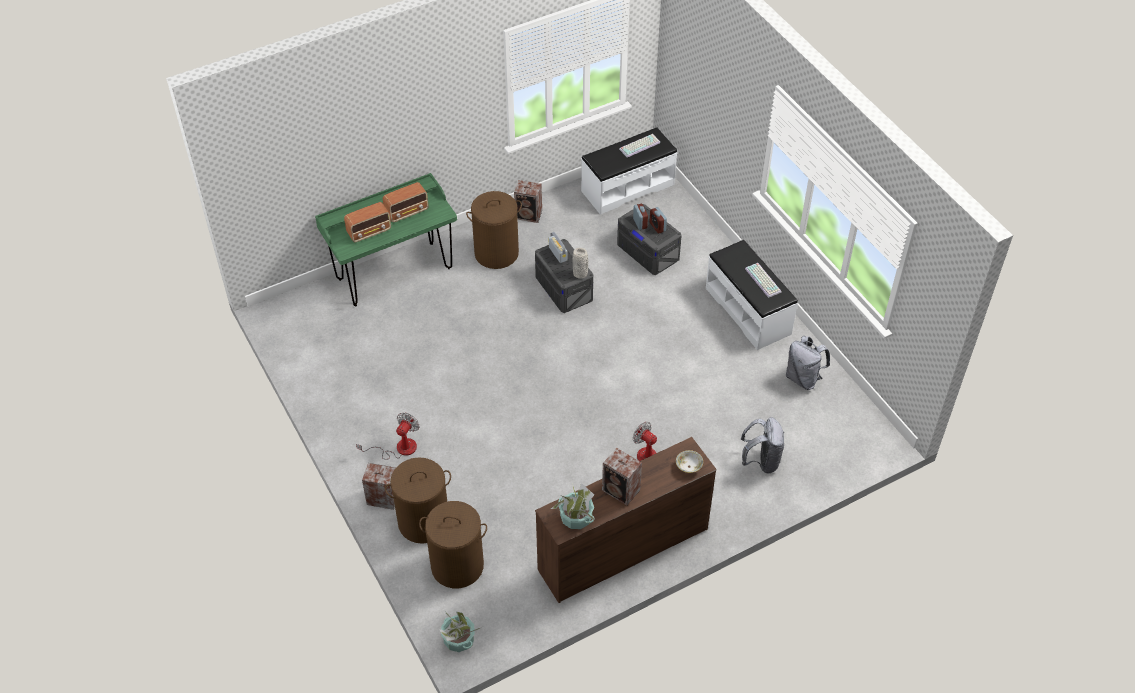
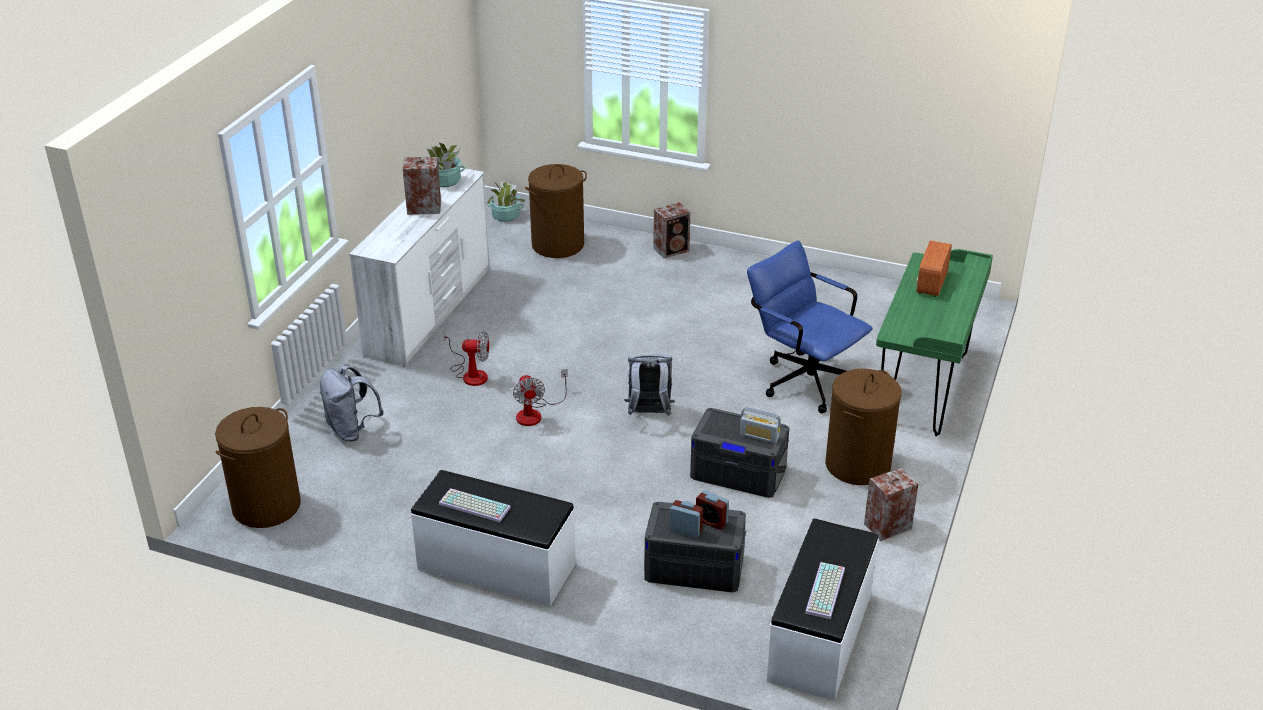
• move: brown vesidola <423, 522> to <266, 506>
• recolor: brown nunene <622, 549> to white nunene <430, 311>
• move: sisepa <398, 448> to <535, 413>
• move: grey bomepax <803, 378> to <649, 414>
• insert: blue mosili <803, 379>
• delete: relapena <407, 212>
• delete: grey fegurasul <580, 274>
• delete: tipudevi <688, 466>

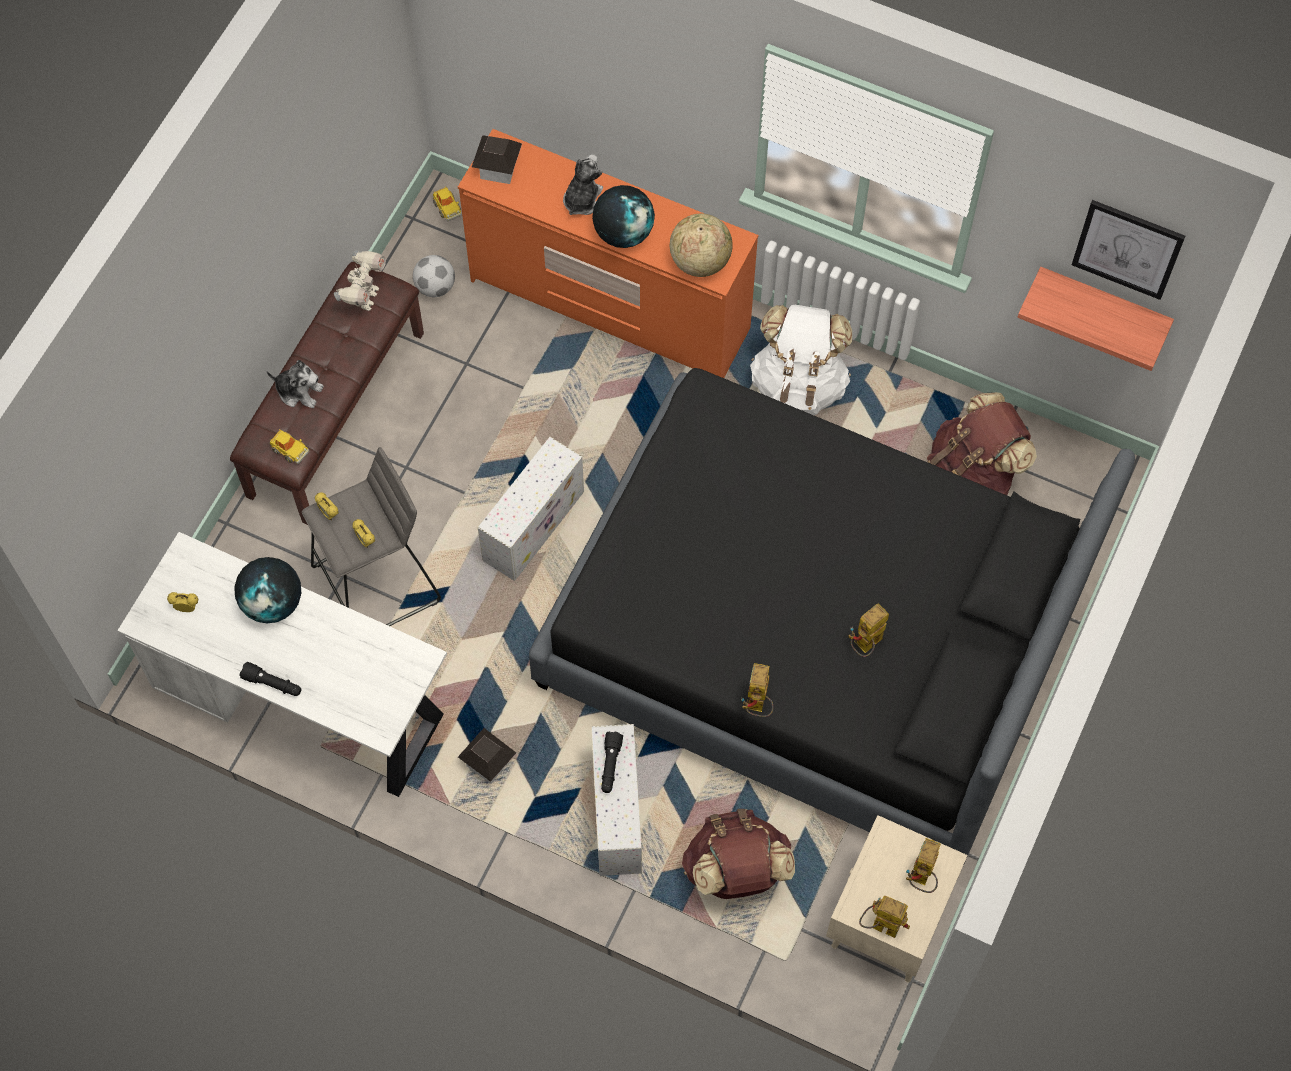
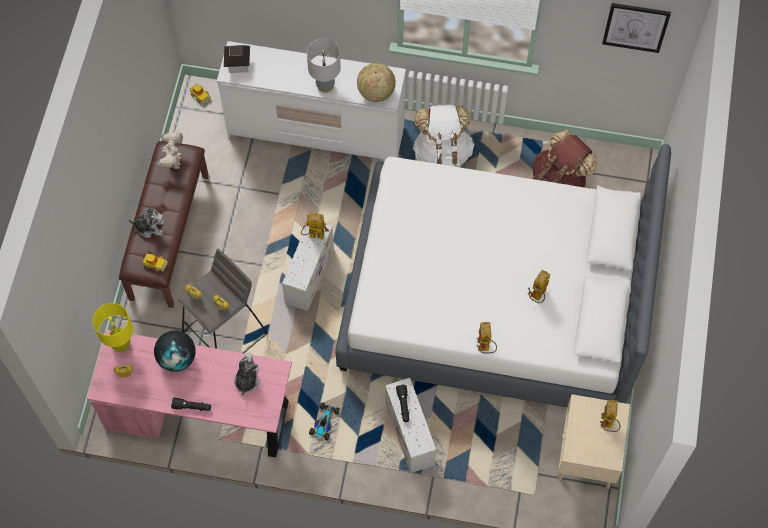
• recolor: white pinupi <303, 702> to pink pinupi <201, 415>
• insert: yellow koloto <121, 344>
• recolor: orange nunene <610, 305> to white nunene <316, 132>
• move: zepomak <582, 199> to <246, 380>
• move: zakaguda <879, 925> to <313, 235>
• replace: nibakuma <623, 233> to grey koloto <325, 86>
• replace: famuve <488, 762> to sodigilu <324, 423>
• recolor: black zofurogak <811, 637> to white zofurogak <493, 301>
• delete: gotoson <435, 287>
• delete: brown bomepax <736, 871>
• delete: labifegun <1102, 305>

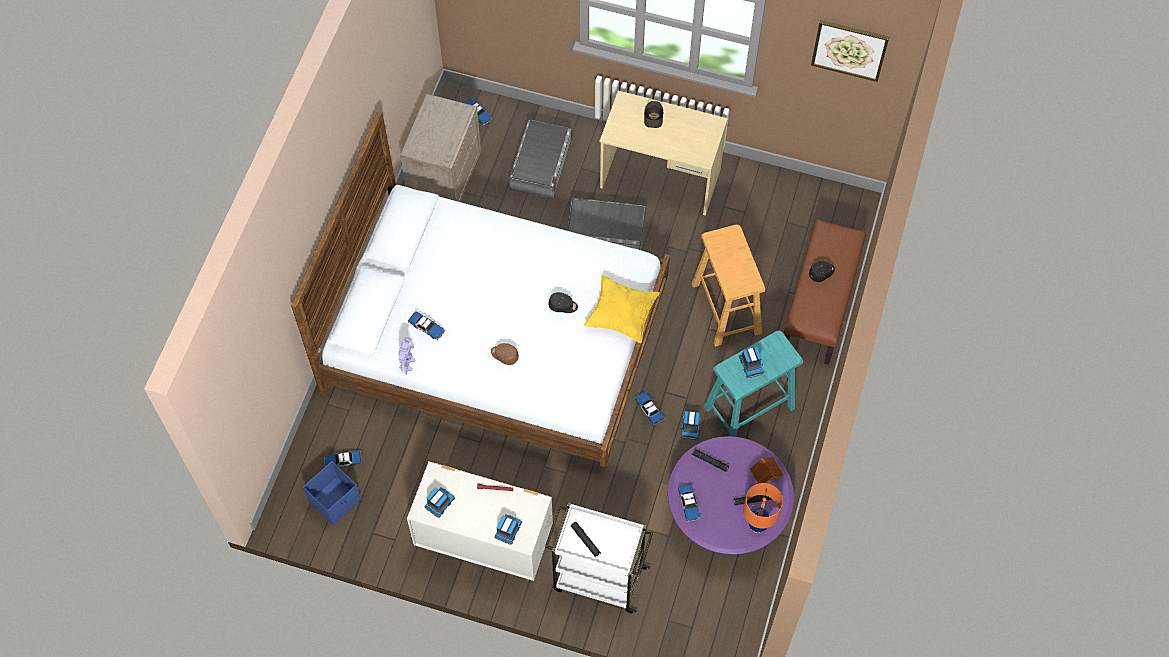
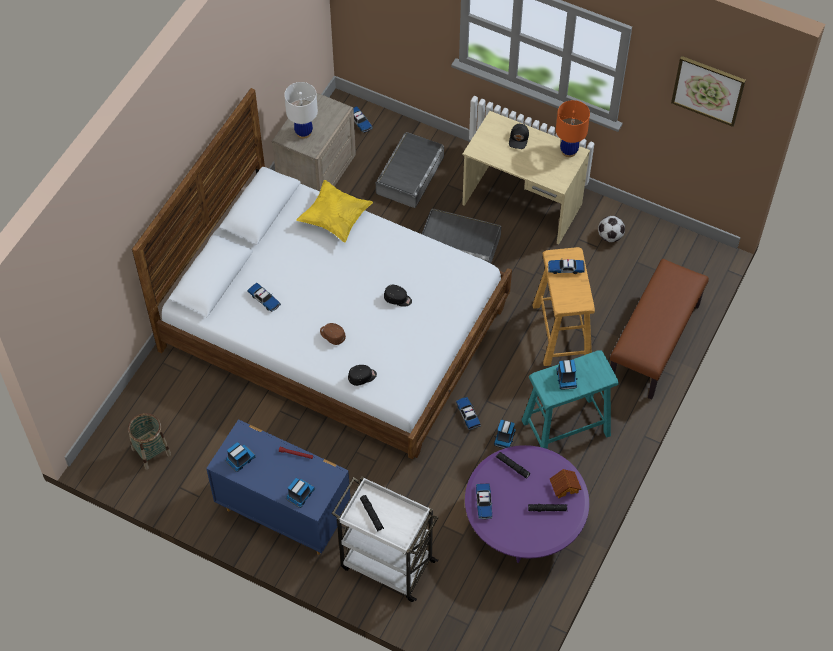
• replace: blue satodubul <335, 500> to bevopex <151, 452>
• recolor: white nunene <484, 543> to blue nunene <283, 513>
• insert: white koloto <304, 132>
• move: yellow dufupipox <621, 315> to <335, 218>
• move: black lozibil <822, 273> to <362, 377>
• move: sodigilu <343, 461> to <565, 268>
• move: orange koloto <757, 525> to <568, 151>
• insert: gotoson <610, 236>
• delete: zakaguda <407, 363>

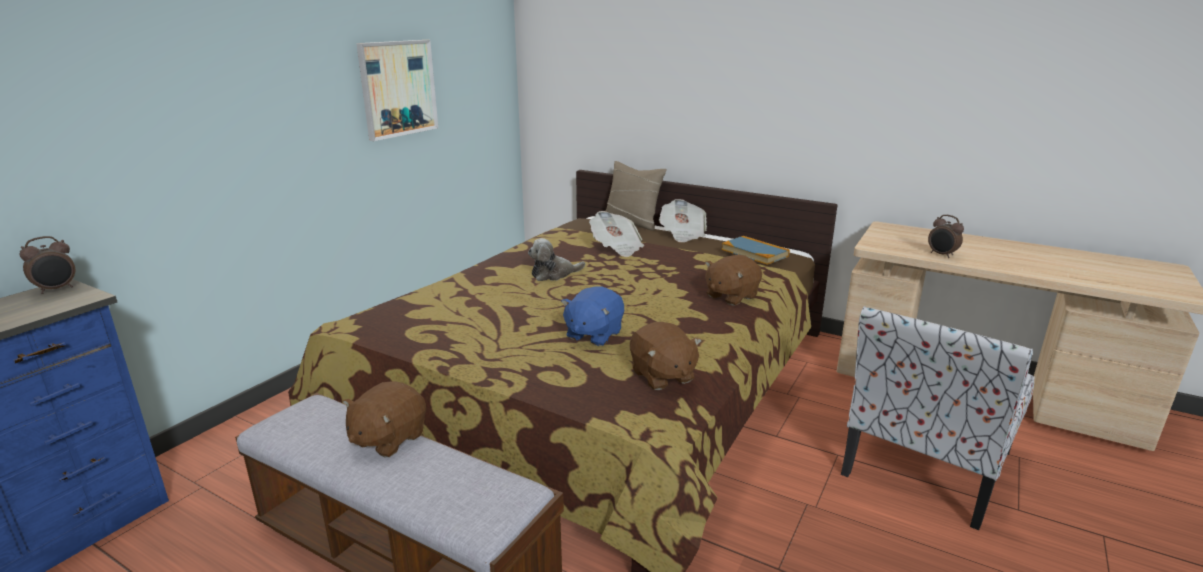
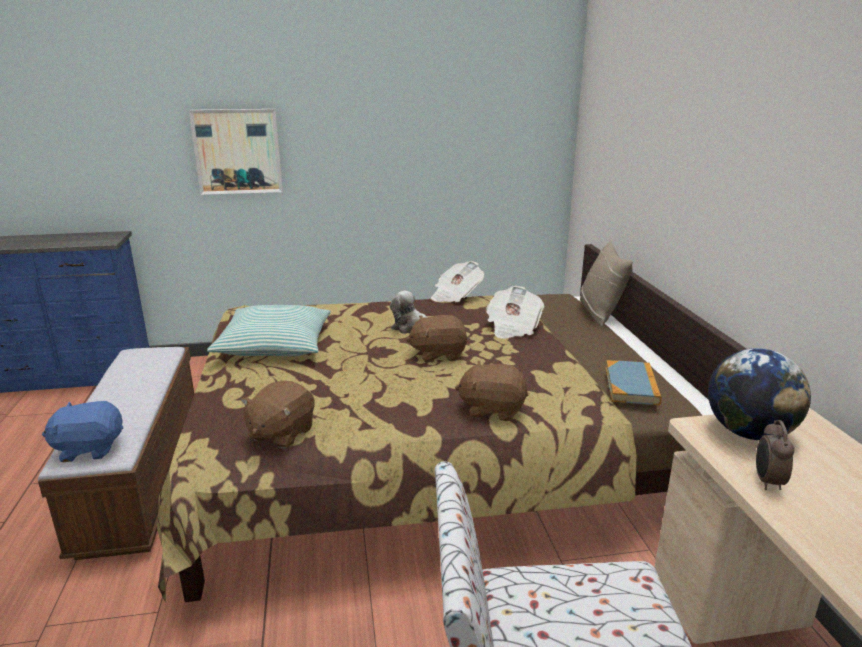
• move: blue zepomak <593, 334> to <89, 449>
• move: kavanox <398, 88> to <238, 151>
• insert: dufupipox <275, 344>
• move: brown zepomak <388, 439> to <438, 354>
• move: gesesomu <682, 234> to <456, 296>
• insert: nibakuma <749, 433>
• delete: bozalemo <57, 289>

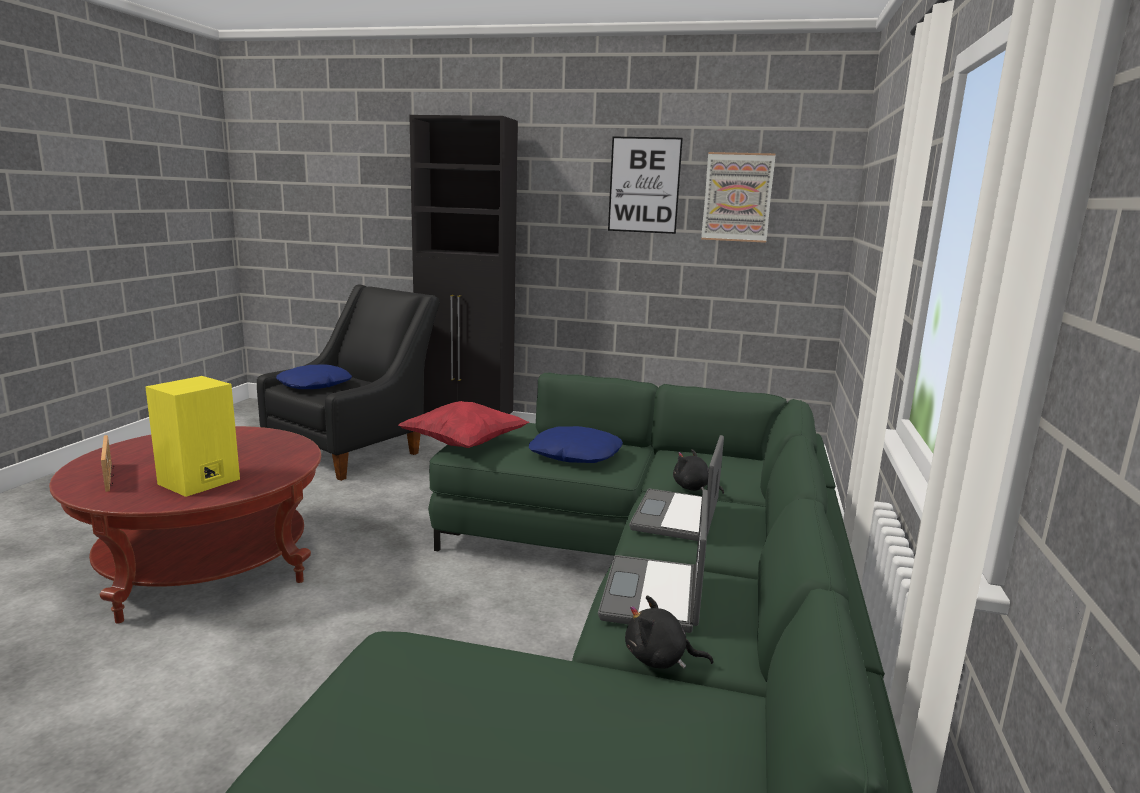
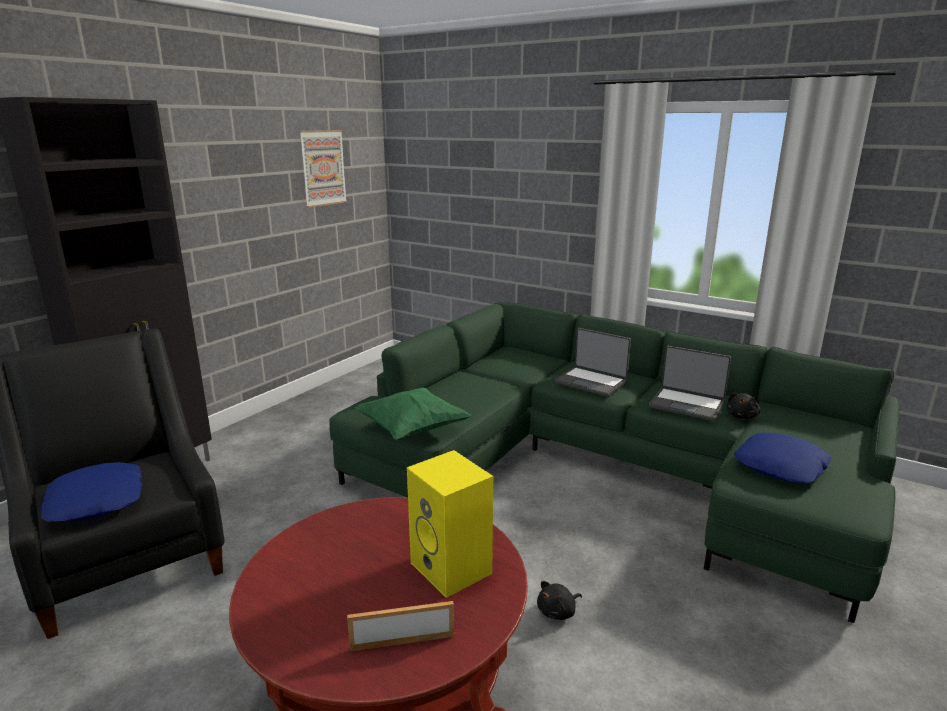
• recolor: red dufupipox <465, 444> to green dufupipox <412, 429>
• move: black zepomak <693, 488> to <558, 612>
• move: blue dufupipox <575, 455> to <781, 466>
• delete: kavanox <644, 185>

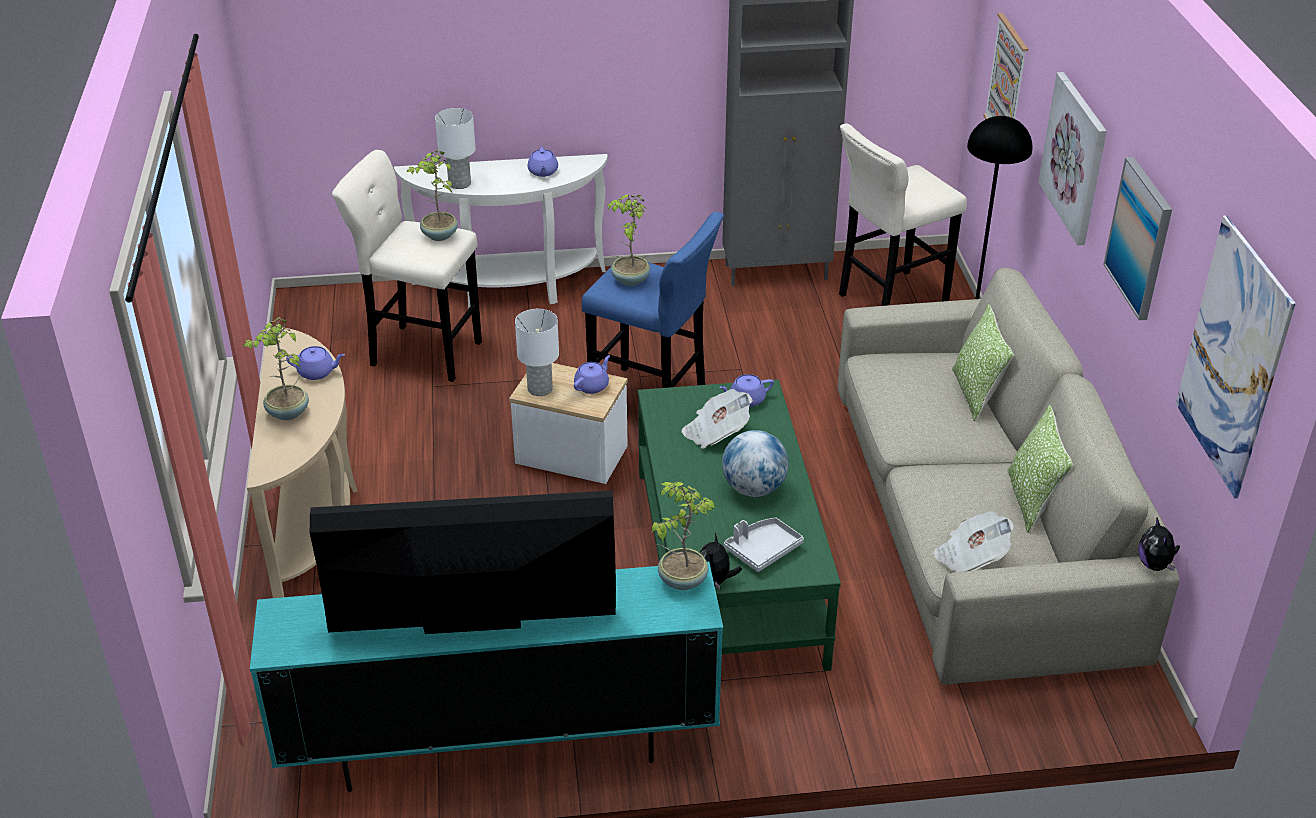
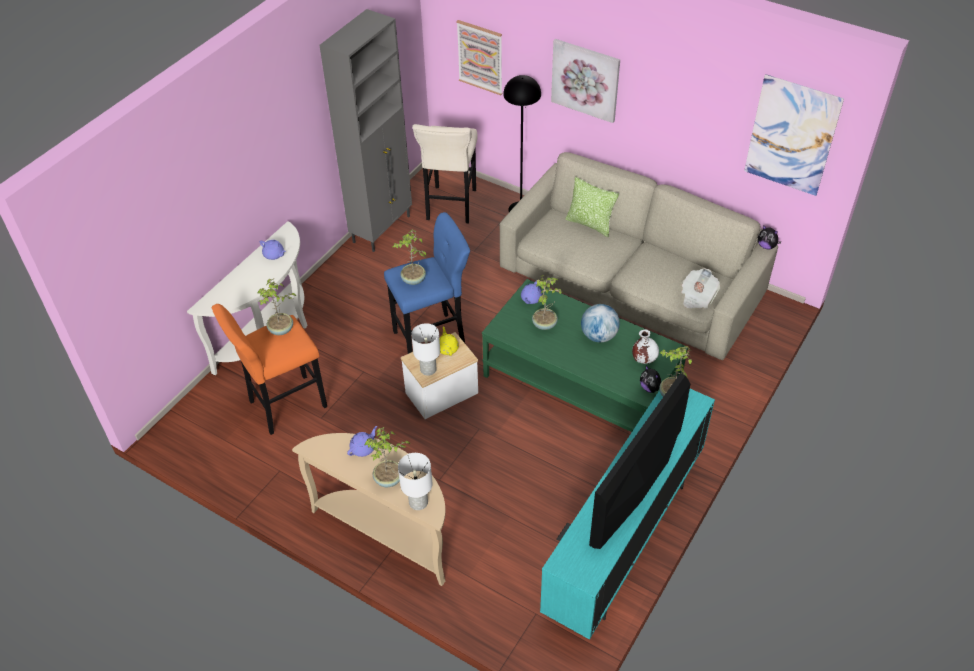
• recolor: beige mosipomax <421, 352> to orange mosipomax <284, 406>
• move: white koloto <459, 183> to <418, 503>
• recolor: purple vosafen <592, 386> to yellow vosafen <447, 348>
• replace: gesesomu <716, 433> to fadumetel <545, 324>
• replace: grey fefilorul <762, 550> to white fegurasul <644, 359>
• delete: dufupipox <1031, 501>
• delete: kavanox <1140, 238>

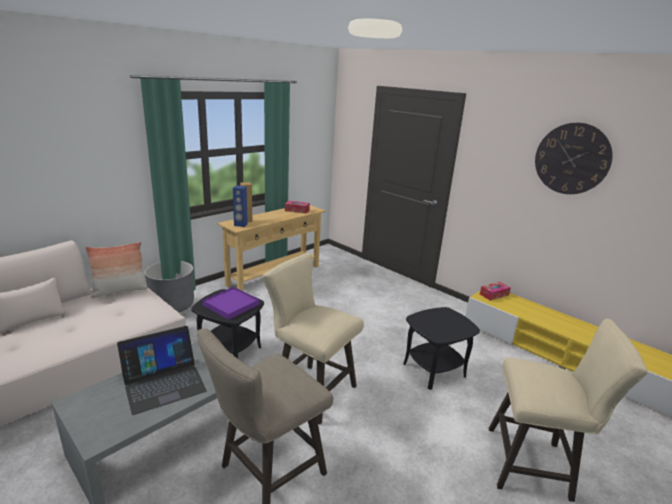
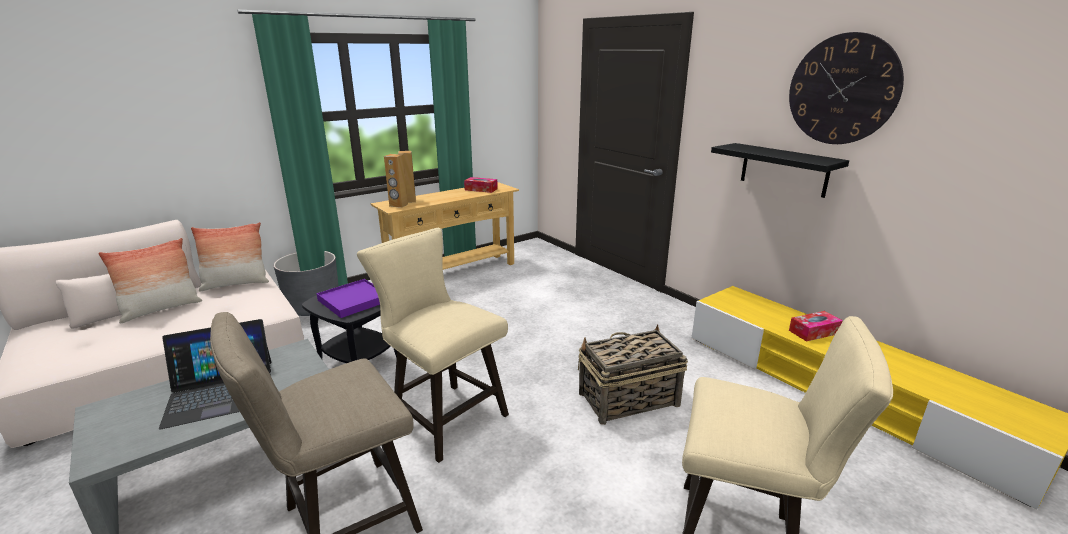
• insert: dufupipox <161, 309>
• recolor: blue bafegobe <240, 225> to brown bafegobe <398, 205>
• replace: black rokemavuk <434, 370> to bevopex <627, 399>
• insert: black labifegun <784, 169>
• move: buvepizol <494, 294> to <814, 332>

